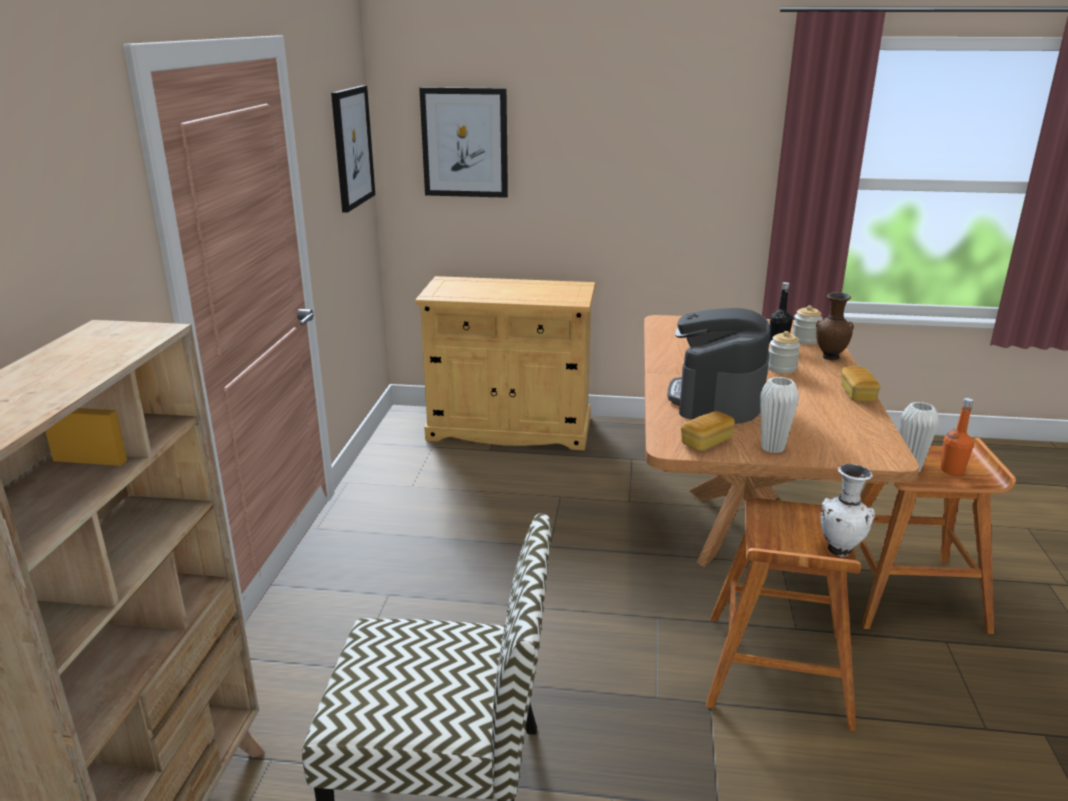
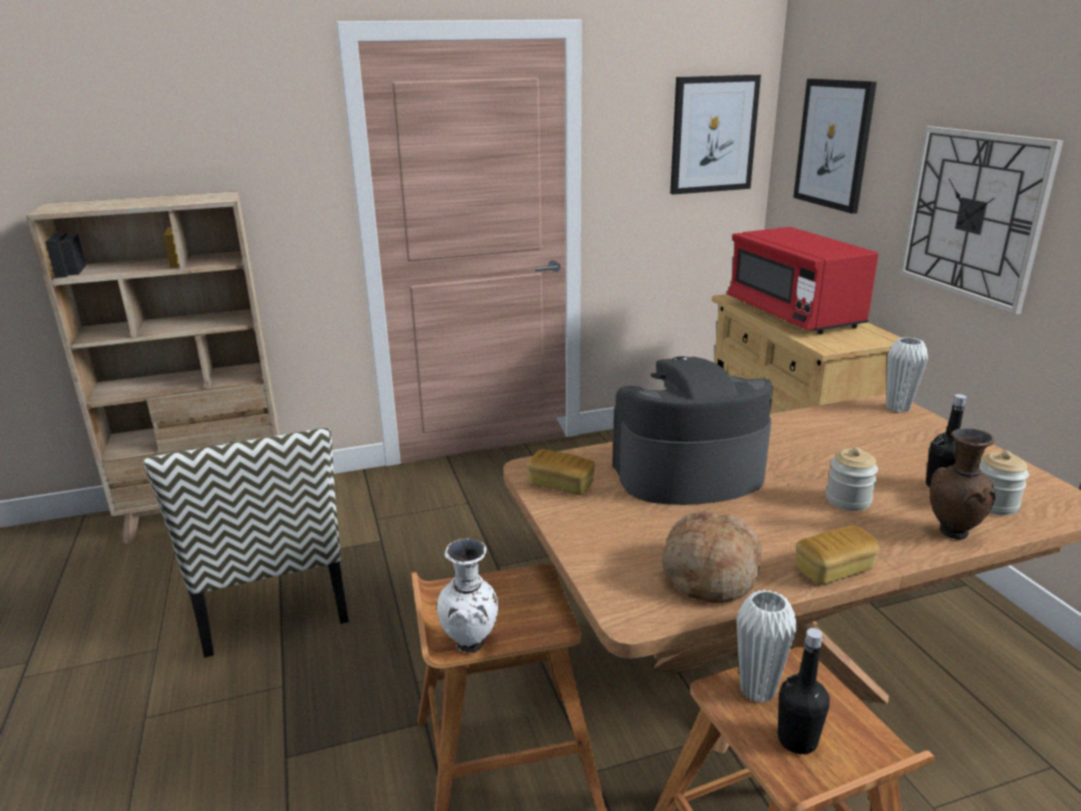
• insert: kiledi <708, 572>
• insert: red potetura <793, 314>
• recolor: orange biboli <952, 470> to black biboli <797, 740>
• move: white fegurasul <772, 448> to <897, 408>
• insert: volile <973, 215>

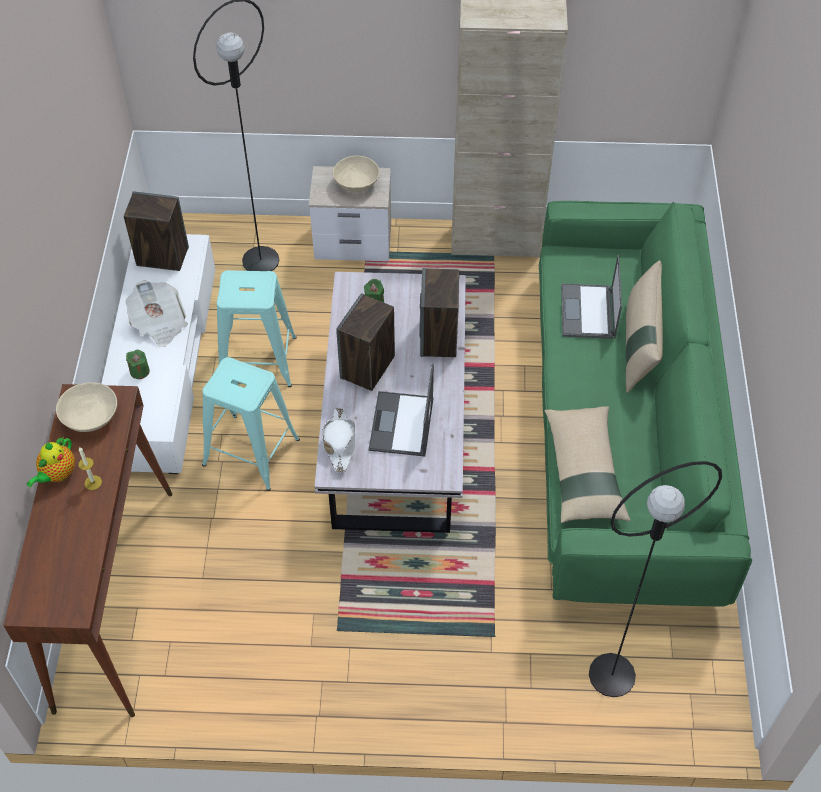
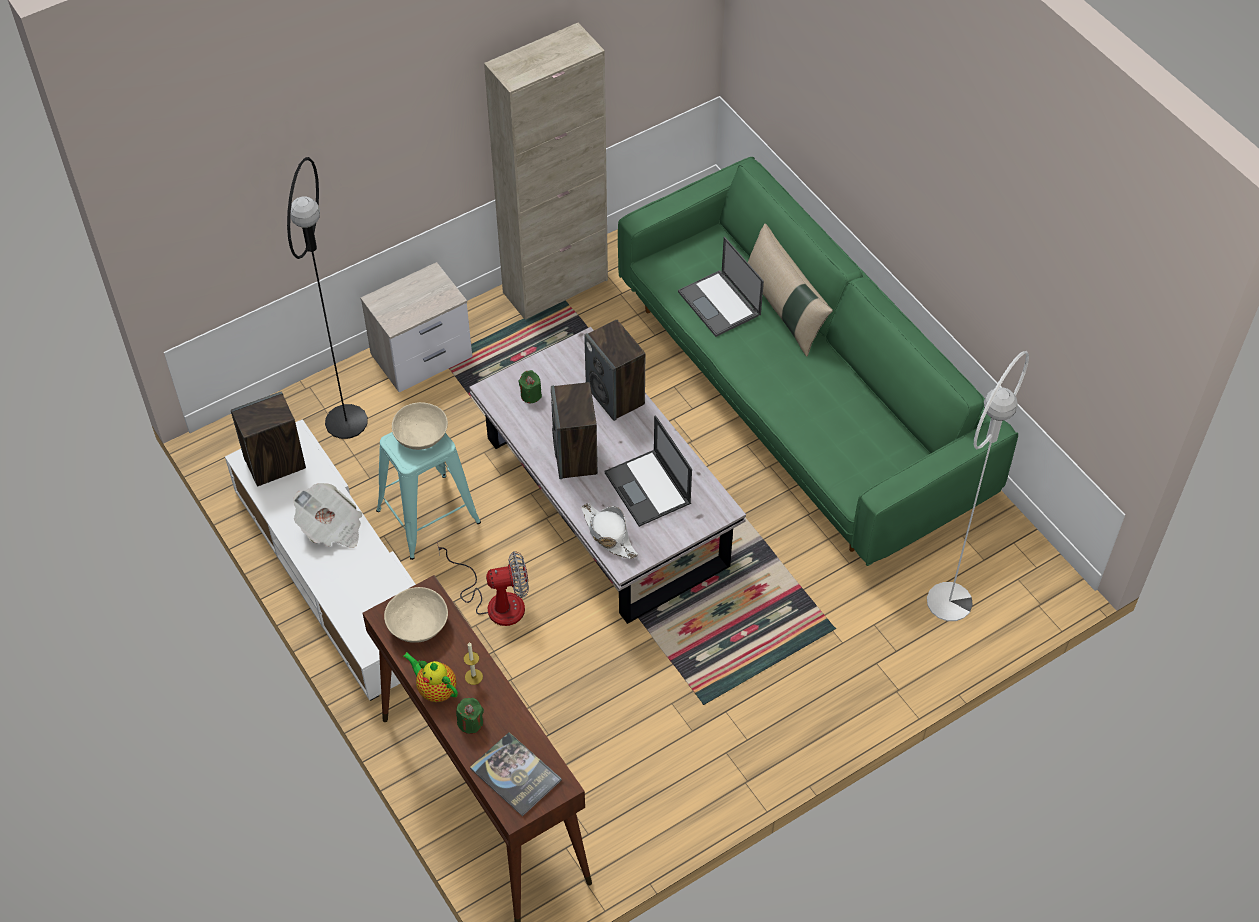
• move: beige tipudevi <357, 184> to <421, 436>
• rotate: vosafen <57, 474> = <435, 689> 135 degrees clockwise
• replace: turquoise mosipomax <251, 452> to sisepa <495, 601>
• move: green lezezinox <139, 371> to <470, 722>
• insert: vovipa <515, 774>
• recolor: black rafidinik <611, 675> to white rafidinik <949, 602>
• delete: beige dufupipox <584, 471>

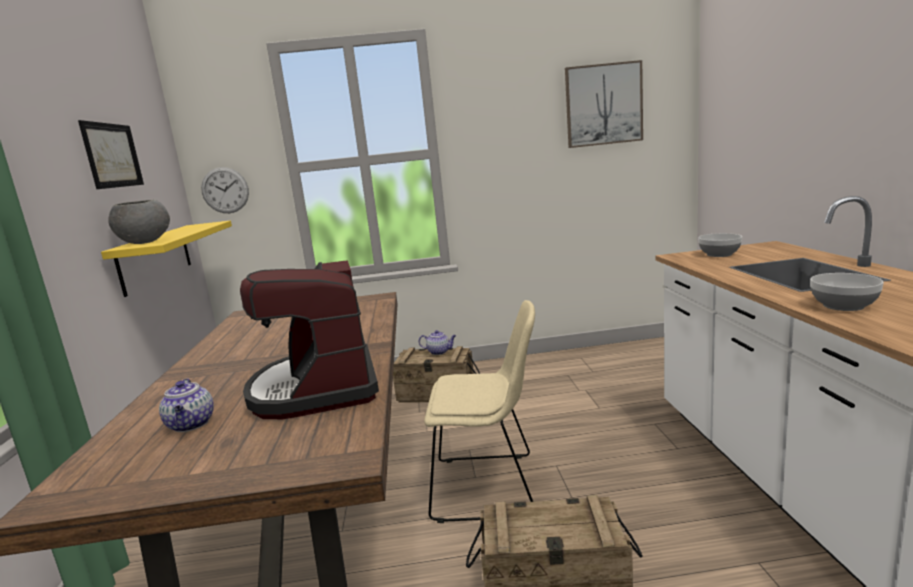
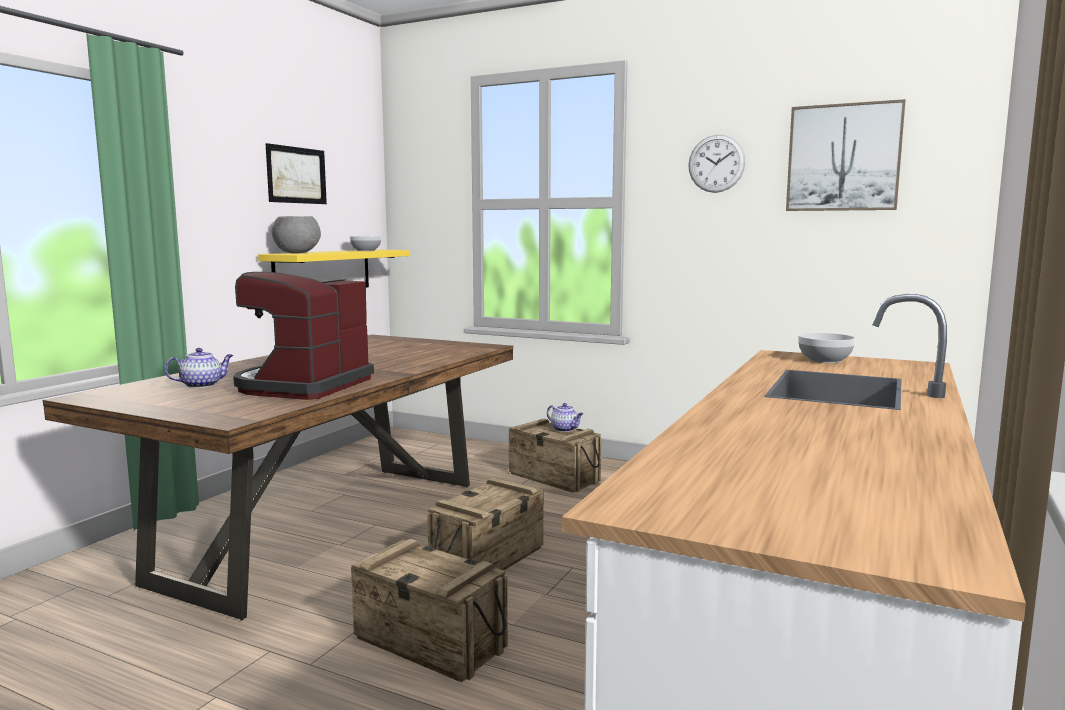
• rotate: vosafen <191, 424> = <202, 385> 135 degrees counterclockwise
• move: tipudevi <844, 306> to <365, 250>
• replace: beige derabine <489, 487> to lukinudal <489, 560>
• move: volile <225, 190> to <716, 163>

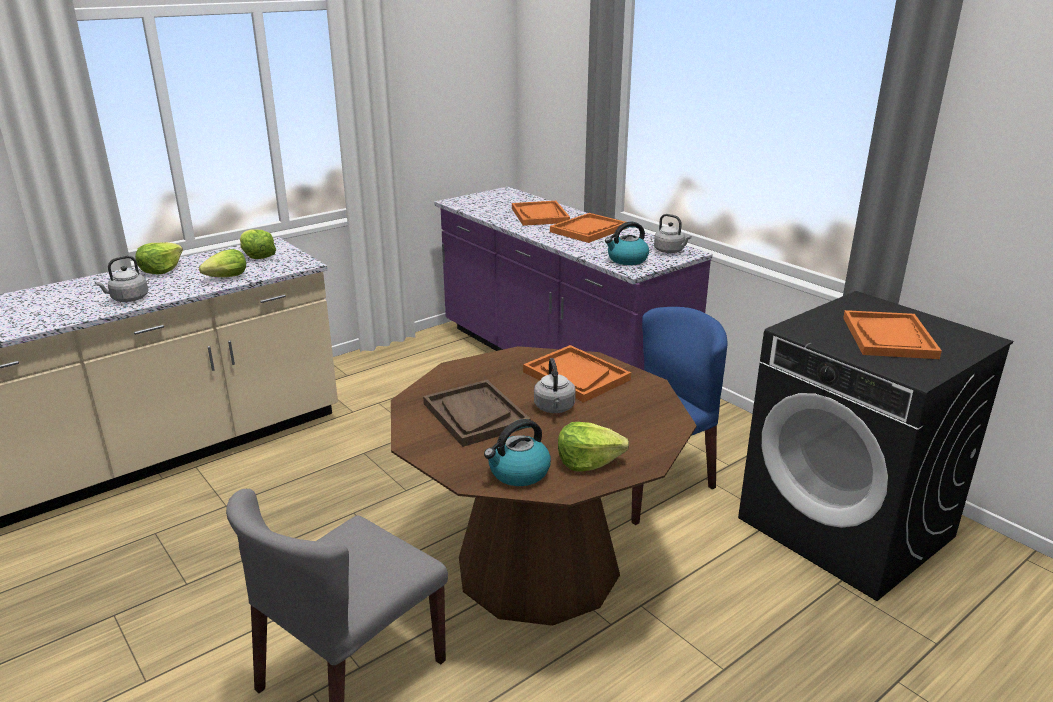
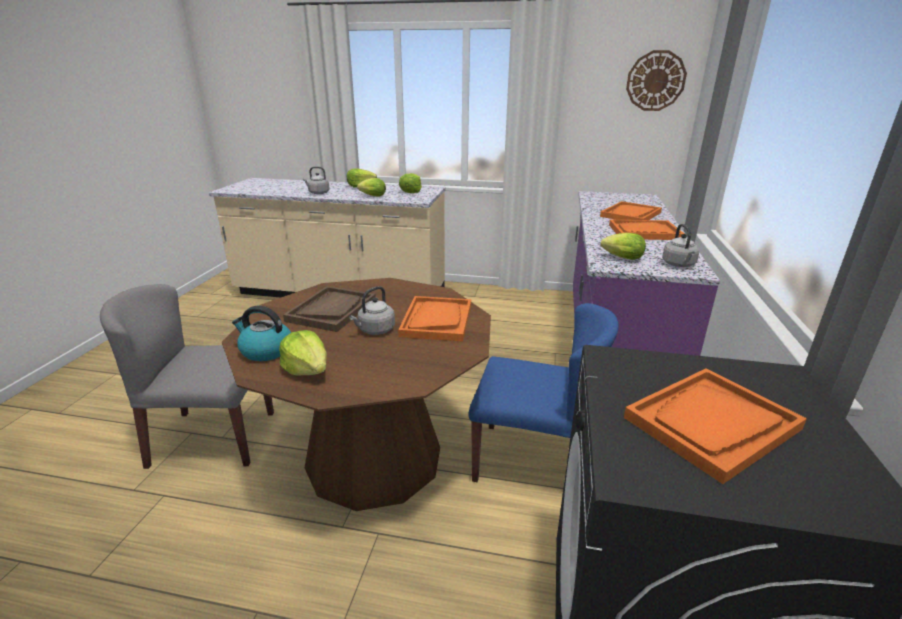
• replace: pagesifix <627, 260> to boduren <620, 258>
• insert: volile <655, 81>

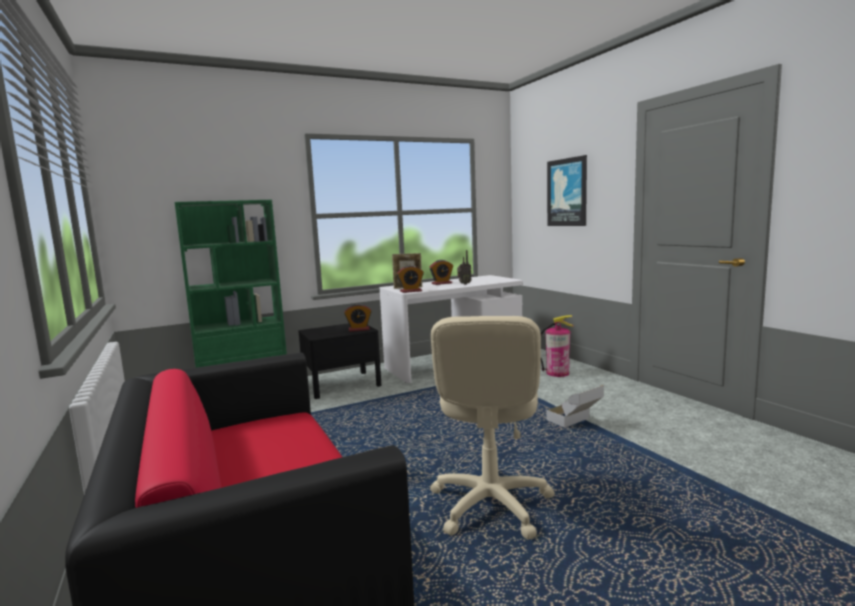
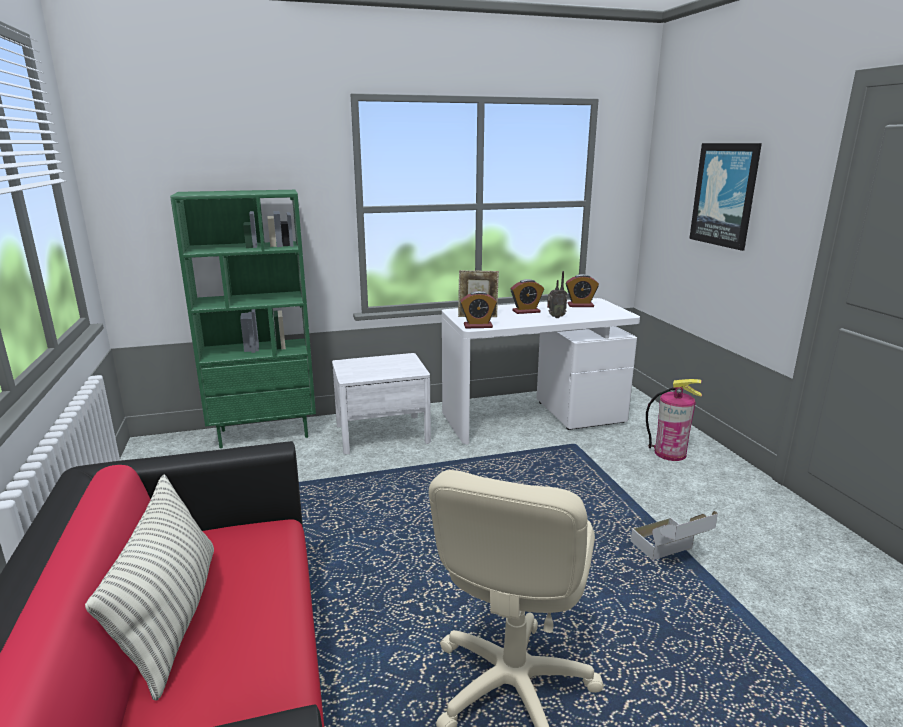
• insert: dufupipox <172, 616>
• recolor: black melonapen <341, 384> to white melonapen <382, 433>
• move: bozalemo <359, 329> to <580, 305>

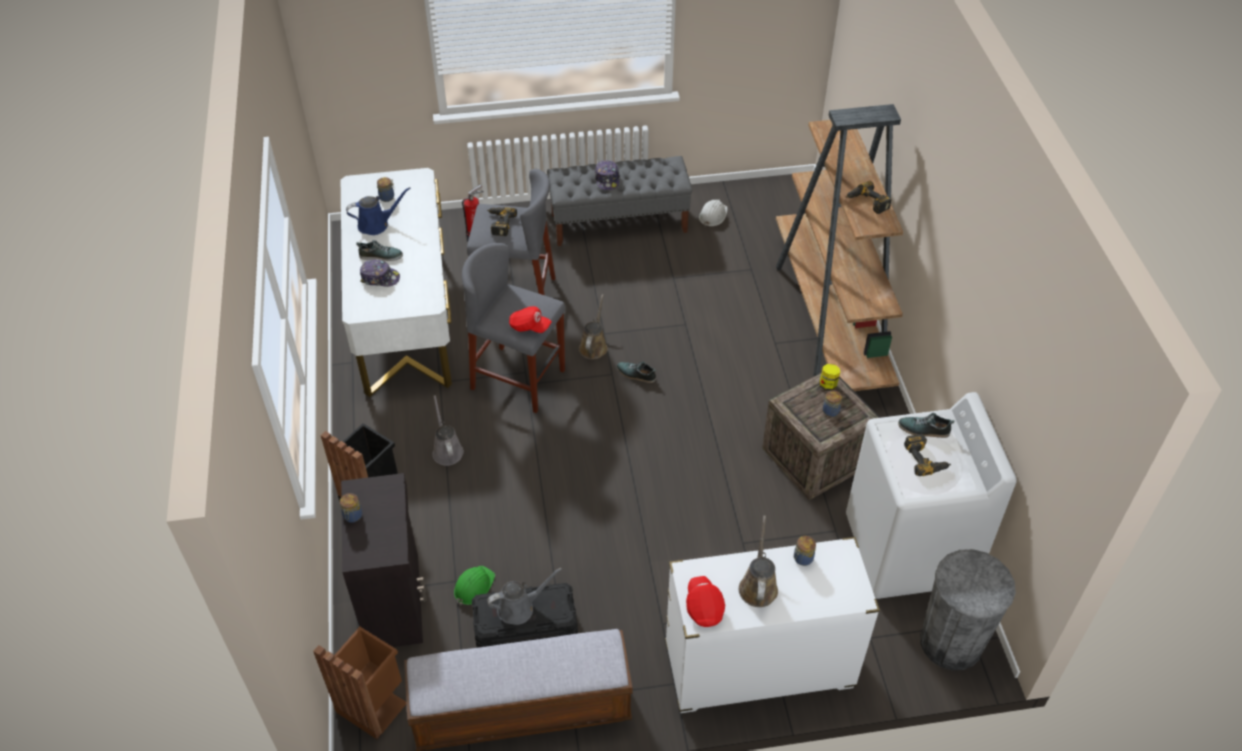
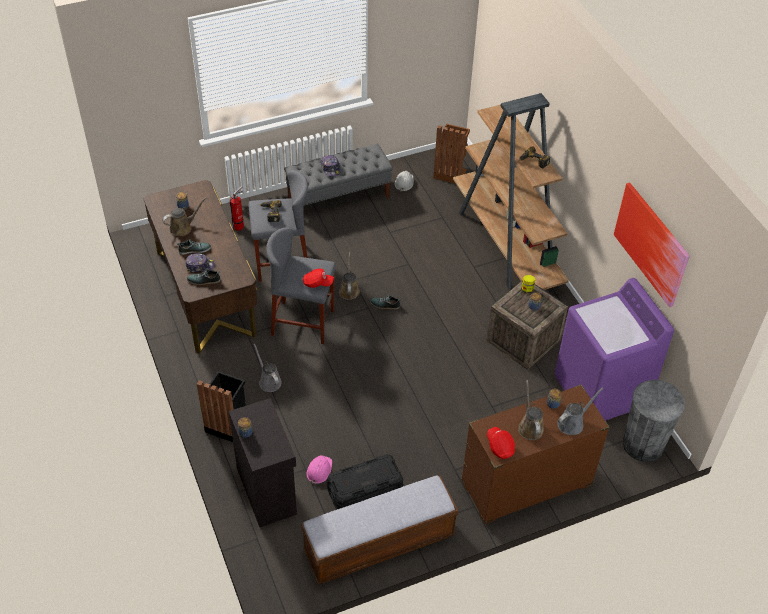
• recolor: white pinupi <405, 318> to brown pinupi <205, 293>
• recolor: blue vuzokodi <376, 224> to brown vuzokodi <183, 227>
• move: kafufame <923, 430> to <204, 280>
• recolor: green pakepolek <473, 586> to pink pakepolek <319, 470>
• move: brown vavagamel <373, 704> to <450, 172>
• recolor: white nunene <758, 667> to brown nunene <525, 485>
• recolor: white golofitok <909, 551> to purple golofitok <601, 391>
• move: grey vuzokodi <519, 608> to <572, 423>
• insert: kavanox <651, 243>
• delete: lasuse <926, 459>

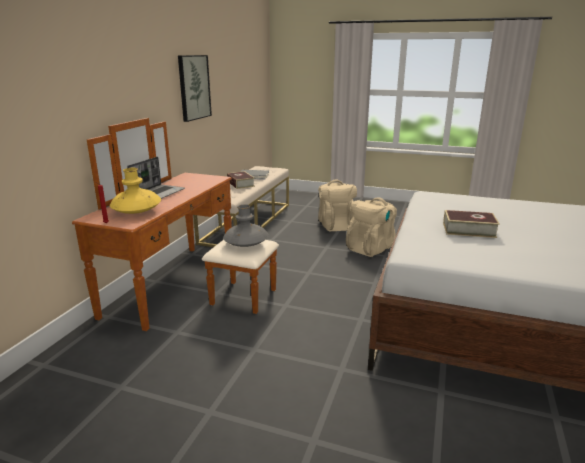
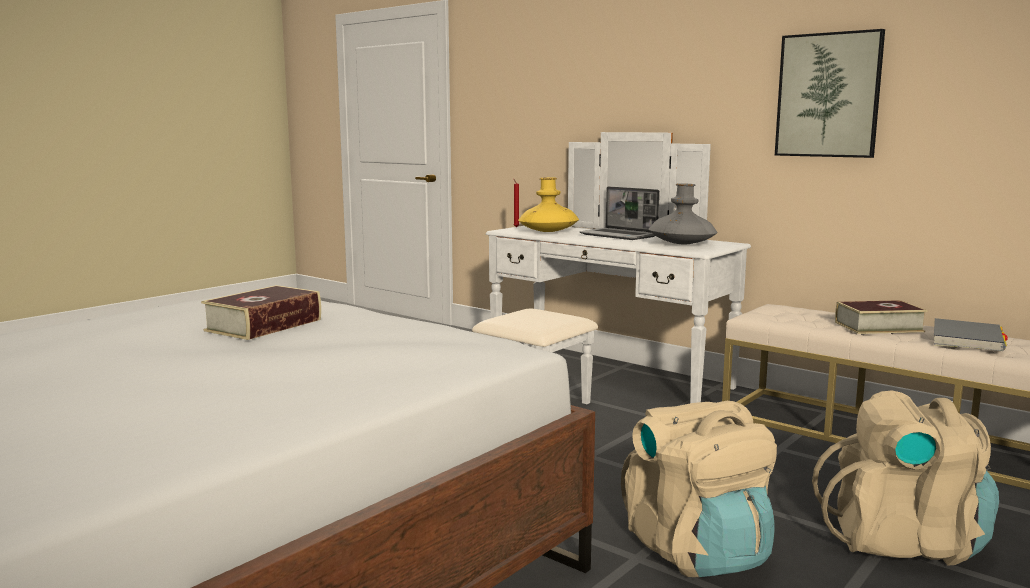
• recolor: brown nunene <189, 286> to white nunene <593, 380>
• move: grey fegurasul <246, 244> to <682, 243>

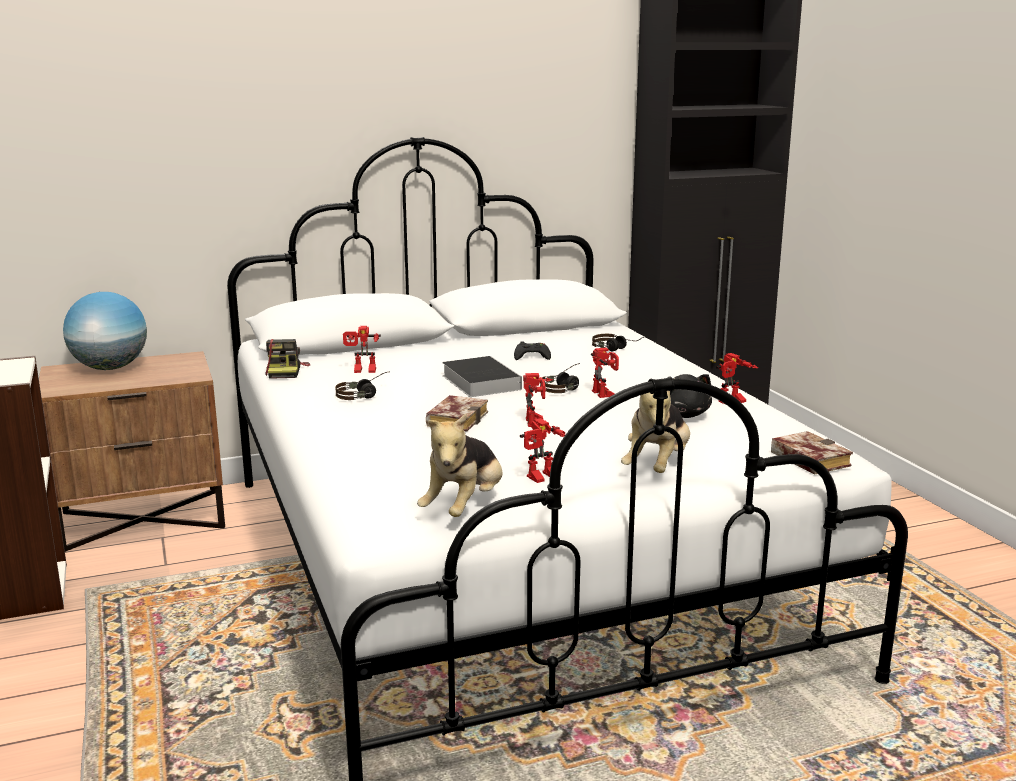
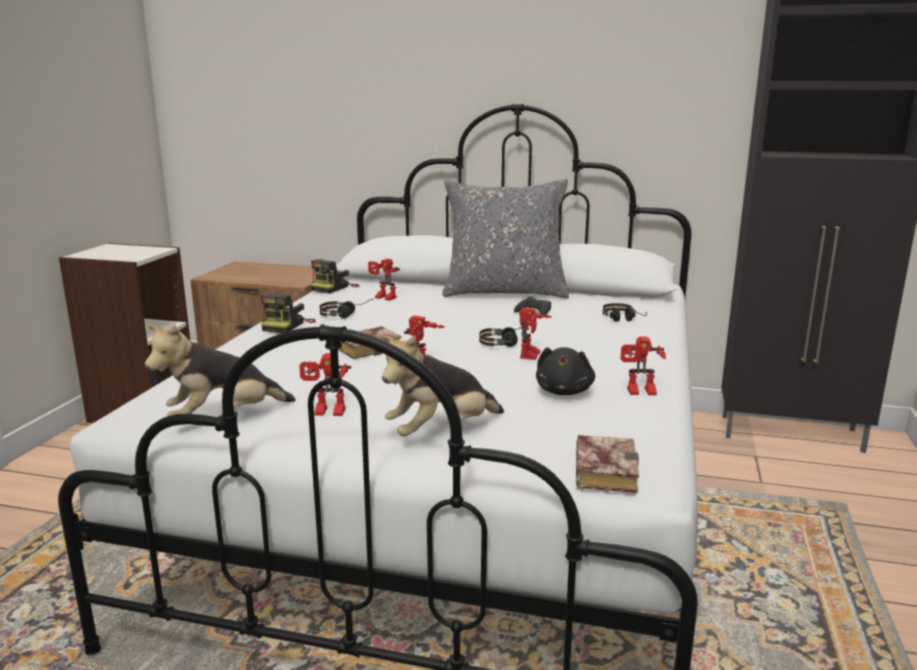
• insert: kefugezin <287, 325>
• insert: grey dufupipox <504, 292>
• delete: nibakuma <110, 368>
• delete: vovipa <479, 381>

